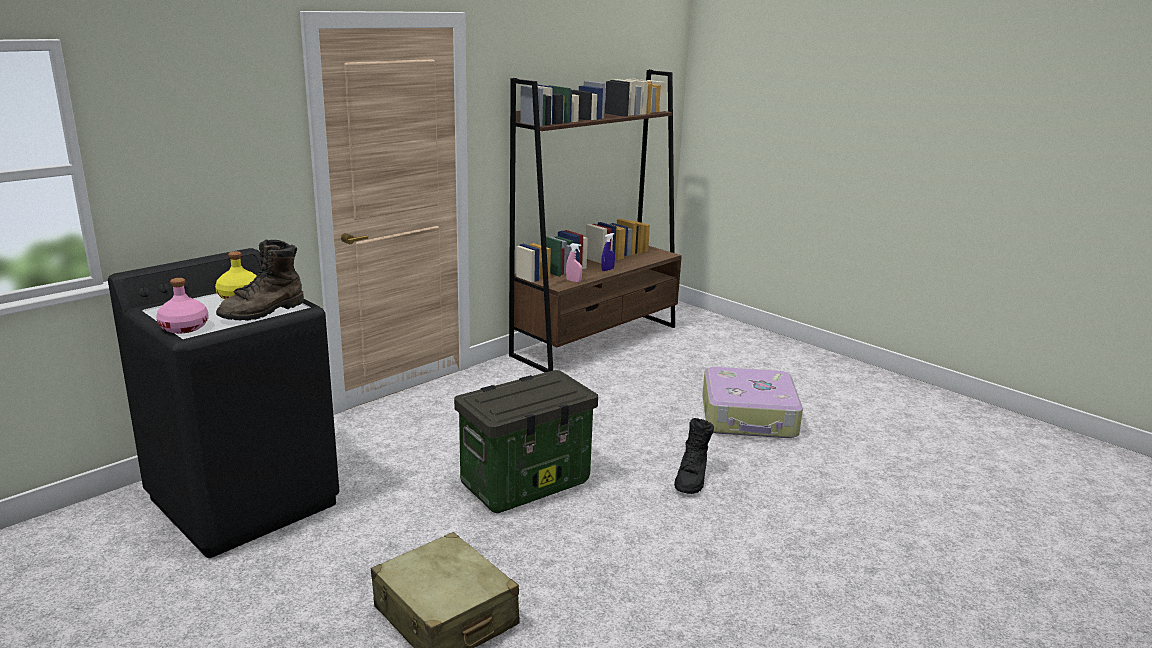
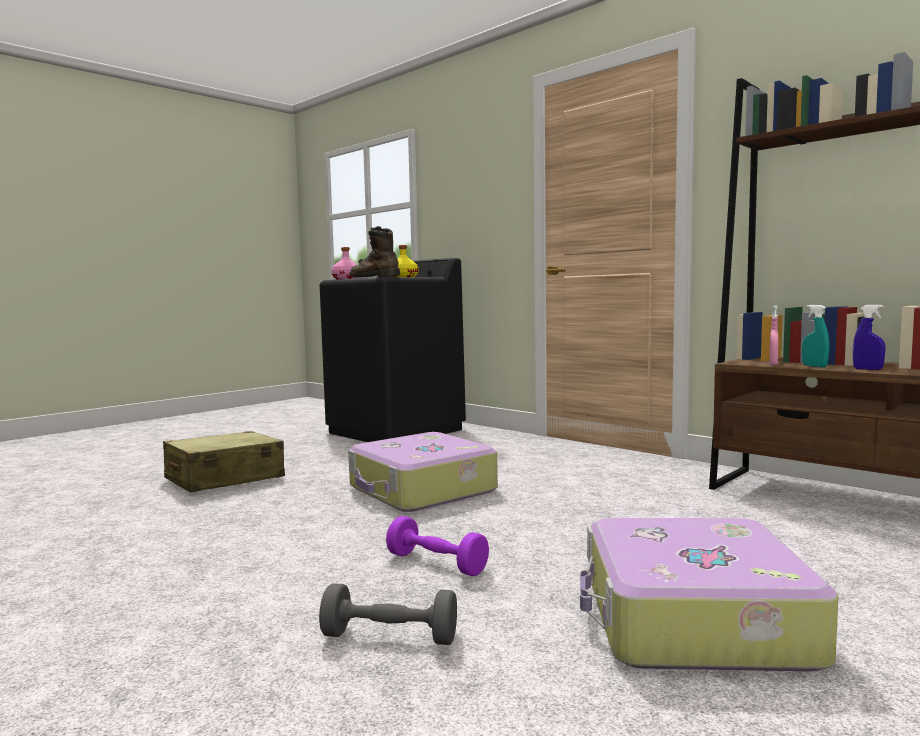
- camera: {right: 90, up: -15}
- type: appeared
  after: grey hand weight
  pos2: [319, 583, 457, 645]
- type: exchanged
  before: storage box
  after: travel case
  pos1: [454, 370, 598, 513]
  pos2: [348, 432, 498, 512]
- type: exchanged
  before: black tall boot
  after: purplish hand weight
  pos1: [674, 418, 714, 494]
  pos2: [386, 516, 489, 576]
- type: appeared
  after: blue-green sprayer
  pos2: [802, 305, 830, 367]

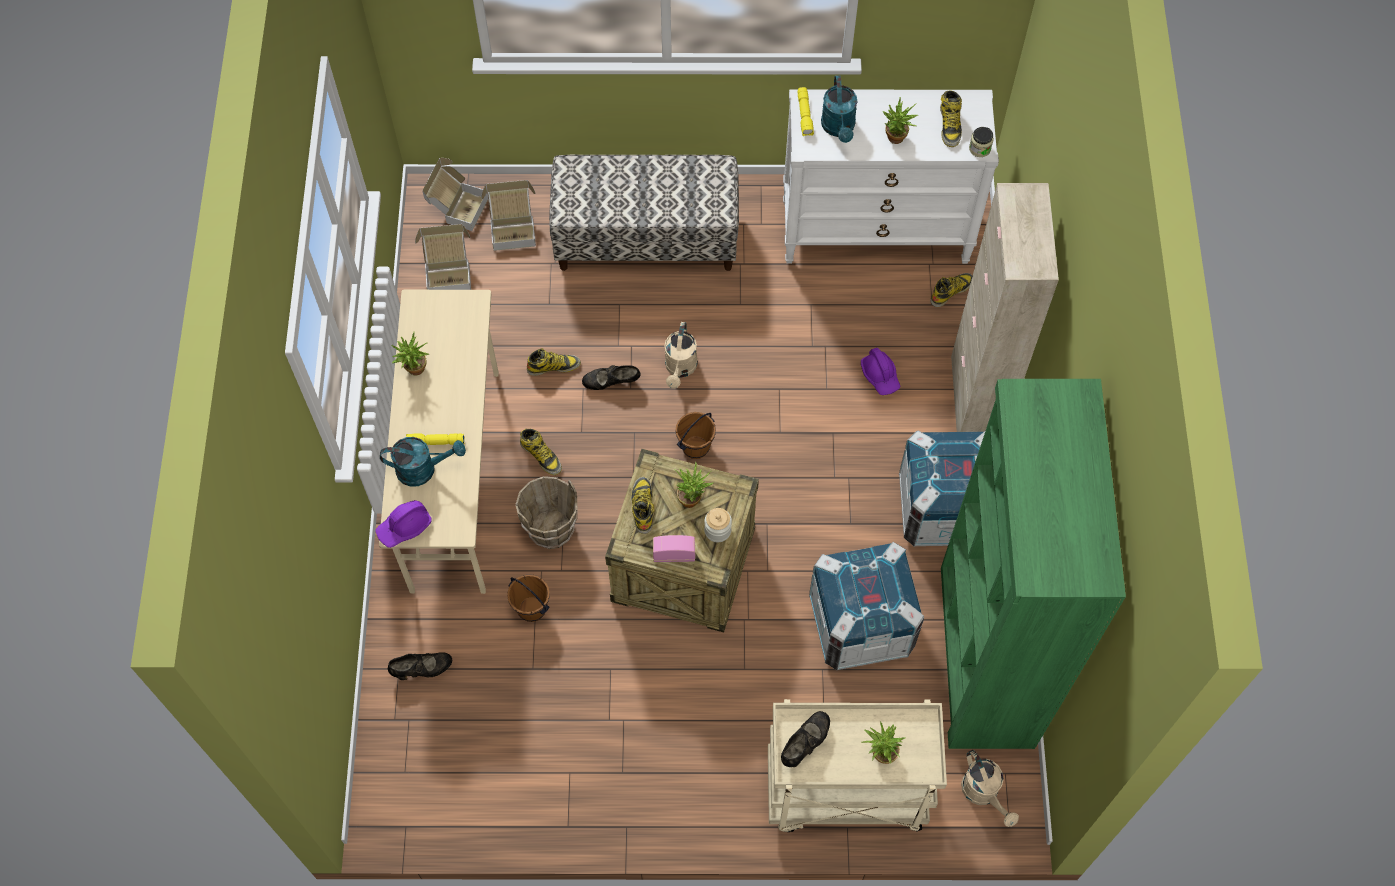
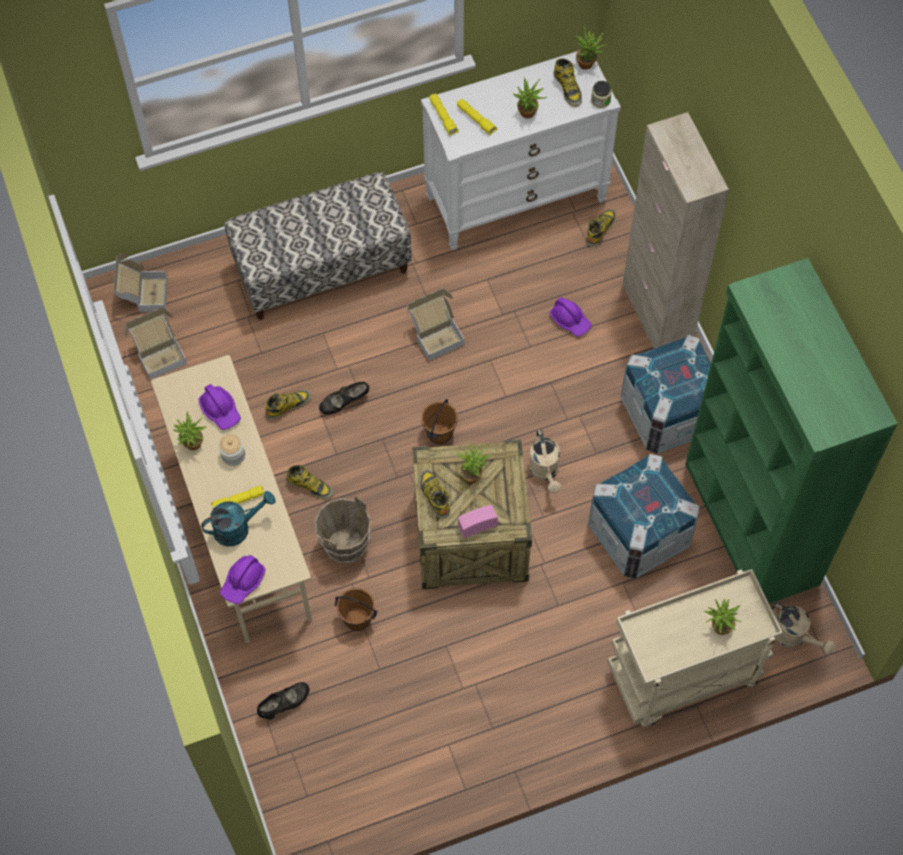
- camera: {right: -20, up: 0}
- type: appeared
  after: purplish work helmet
  pos2: [198, 384, 241, 430]
- type: relocated
  before: preserve jar
  pos1: [704, 508, 732, 542]
  pos2: [219, 434, 245, 466]
- type: relocated
  before: packing box
  pos1: [481, 180, 536, 251]
  pos2: [407, 288, 465, 361]
- type: exchanged
  before: blue-green watering can
  after: yellow-coloured flashlight
  pos1: [821, 75, 857, 143]
  pos2: [457, 99, 497, 135]
- type: relocated
  before: beige watering can
  pos1: [664, 322, 698, 389]
  pos2: [529, 430, 561, 493]
- type: appeared
  after: potted plant
  pos2: [576, 27, 607, 70]
- type: missing
  before: black low shoe
  pos1: [781, 711, 830, 767]

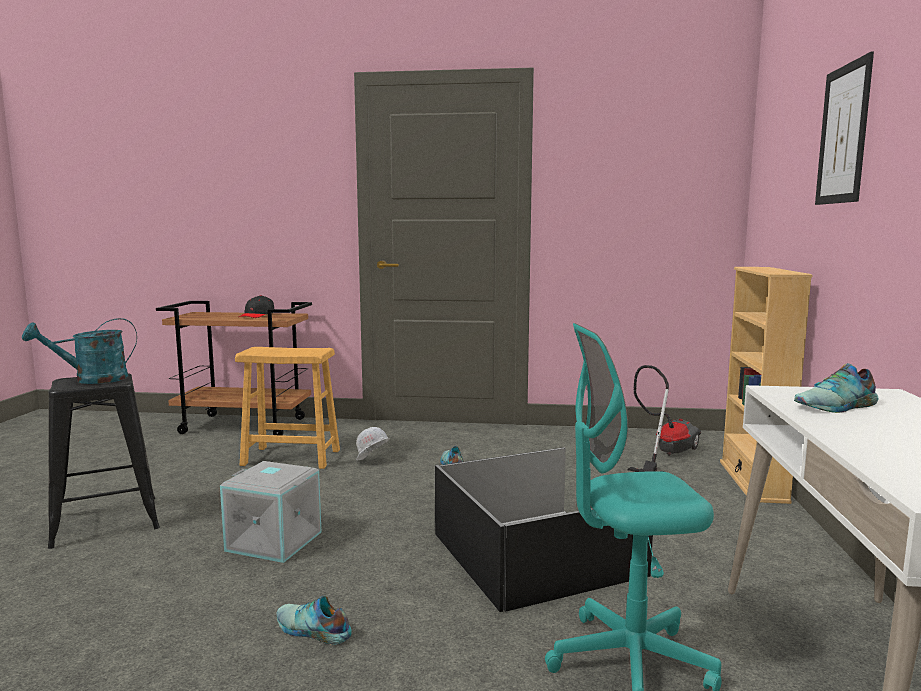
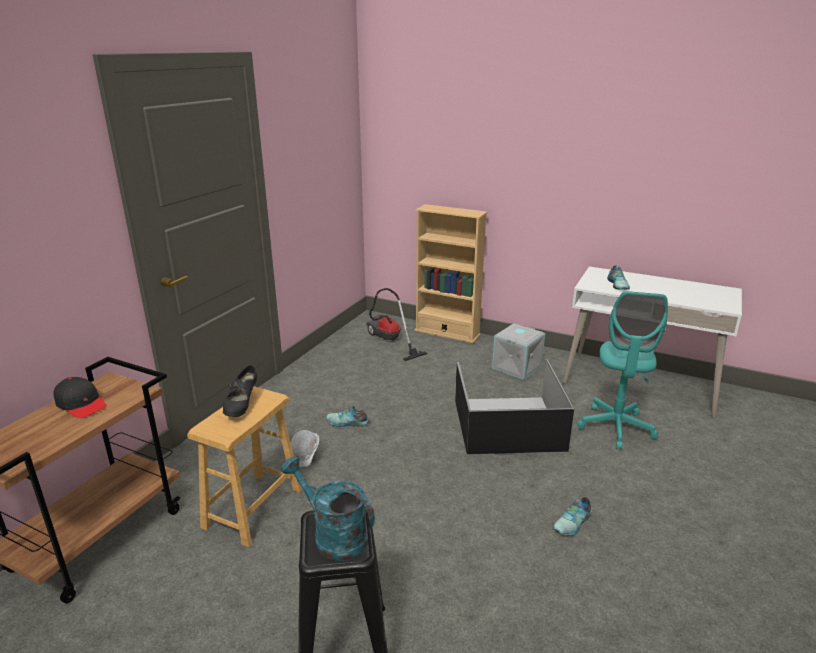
- camera: {right: -70, up: 15}
- type: appeared
  after: black low shoe
  pos2: [223, 365, 257, 417]
- type: spun
  before: blue-green watering can
  pos1: [22, 318, 137, 384]
  pos2: [281, 456, 375, 561]
  turn: 135
- type: relocated
  before: grey storage box
  pos1: [220, 461, 321, 563]
  pos2: [492, 323, 545, 380]
- type: missing
  before: wall picture
  pos1: [815, 51, 874, 205]

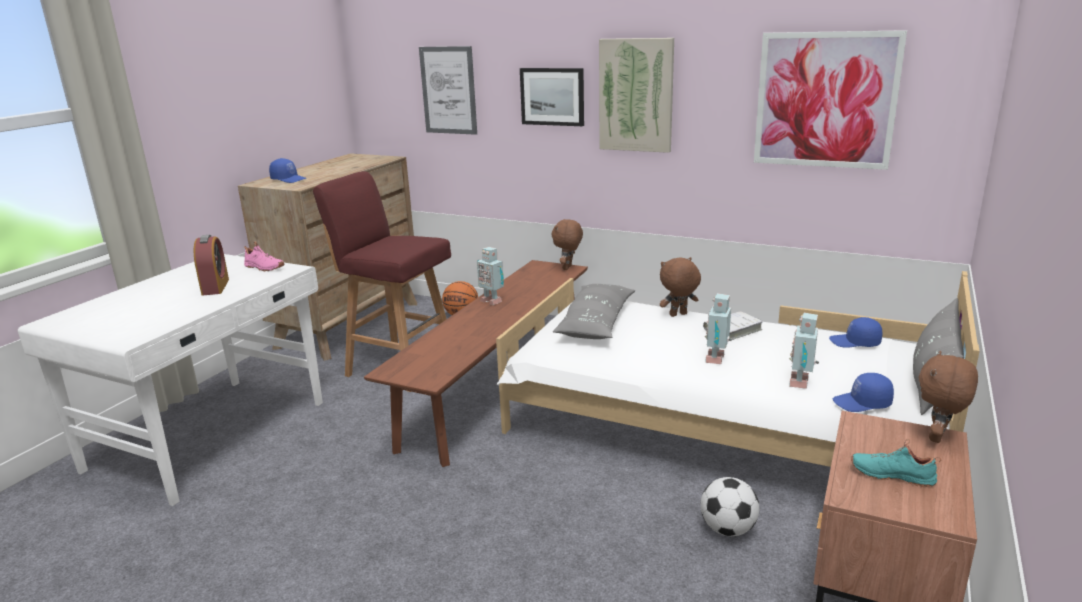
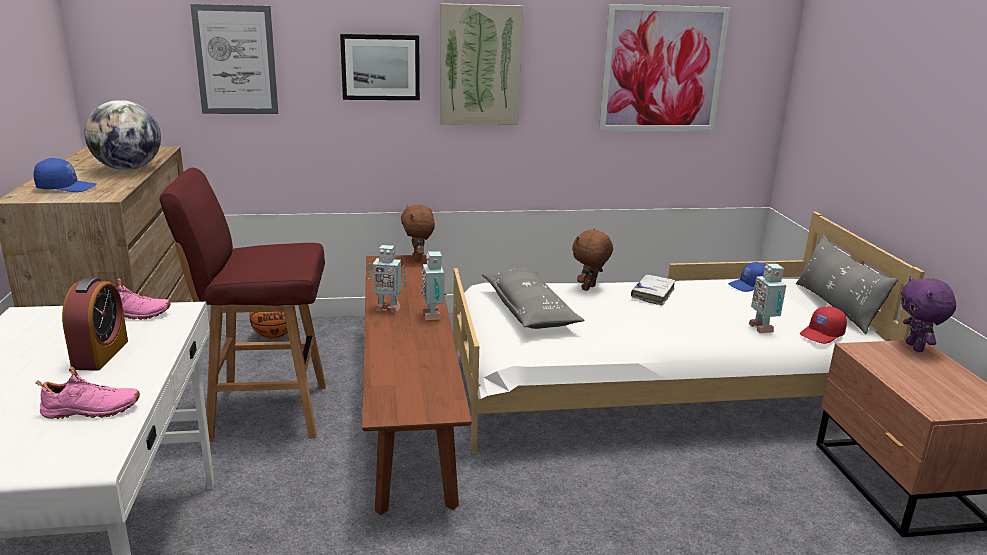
- camera: {right: -35, up: 0}
- type: appeared
  after: pink low shoe
  pos2: [36, 367, 140, 419]
- type: spun
  before: bedside clock
  pos1: [194, 235, 229, 296]
  pos2: [62, 278, 128, 371]
  turn: 45
- type: appeared
  after: desk globe
  pos2: [84, 100, 161, 170]
- type: relocated
  before: toy robot
  pos1: [705, 293, 732, 364]
  pos2: [421, 251, 447, 320]
- type: colour
  before: bluish baseball cap
  after: red baseball cap
  pos1: [833, 373, 894, 412]
  pos2: [800, 306, 847, 344]
- type: colour
  before: brownish plush toy
  after: purplish plush toy
  pos1: [919, 351, 978, 443]
  pos2: [901, 276, 956, 352]
- type: missing
  before: ball for football
  pos1: [700, 477, 759, 536]
- type: missing
  before: blue-green low shoe
  pos1: [851, 439, 941, 487]

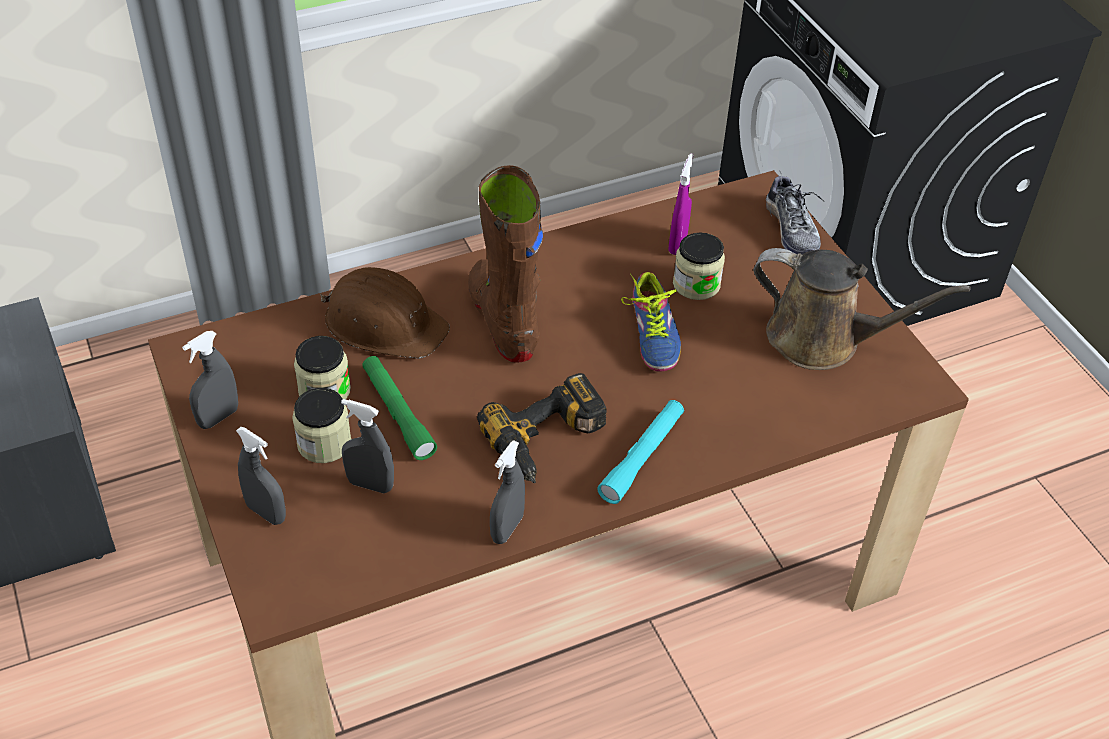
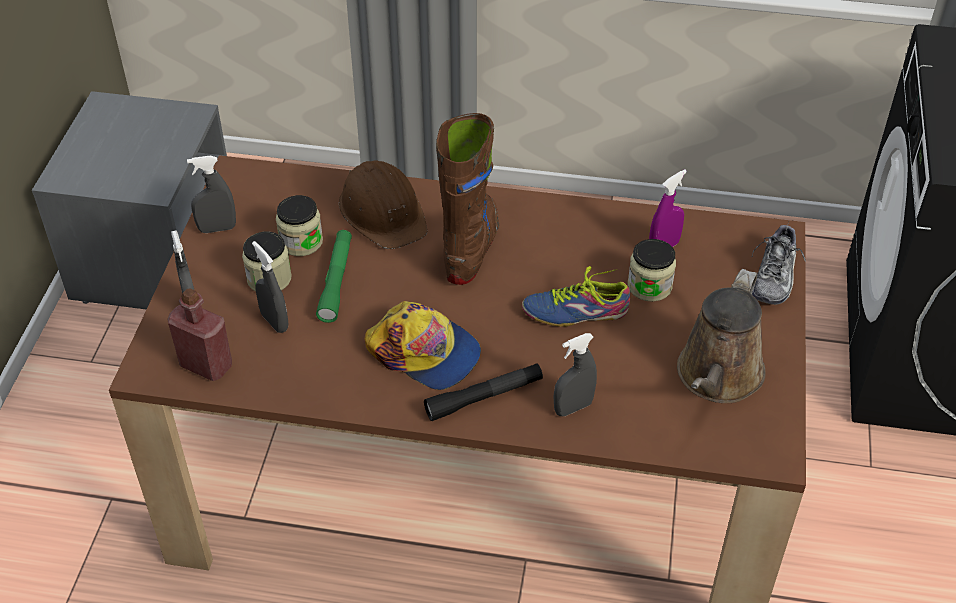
- camera: {right: 35, up: 0}
- type: appeared
  after: red beverage bottle
  pos2: [167, 288, 232, 381]
- type: exchanged
  before: electric drill
  after: baseball cap
  pos1: [477, 373, 607, 483]
  pos2: [364, 301, 481, 390]
- type: colour
  before: blue-green flashlight
  after: black flashlight
  pos1: [597, 400, 684, 504]
  pos2: [424, 363, 543, 421]
- type: spun
  before: low shoe
  pos1: [621, 272, 681, 372]
  pos2: [522, 266, 630, 327]
  turn: 60
- type: relocated
  before: grey sprayer
  pos1: [490, 440, 525, 544]
  pos2: [553, 333, 597, 416]
- type: spun
  before: brownish watering can
  pos1: [754, 248, 970, 370]
  pos2: [677, 269, 766, 403]
  turn: 60

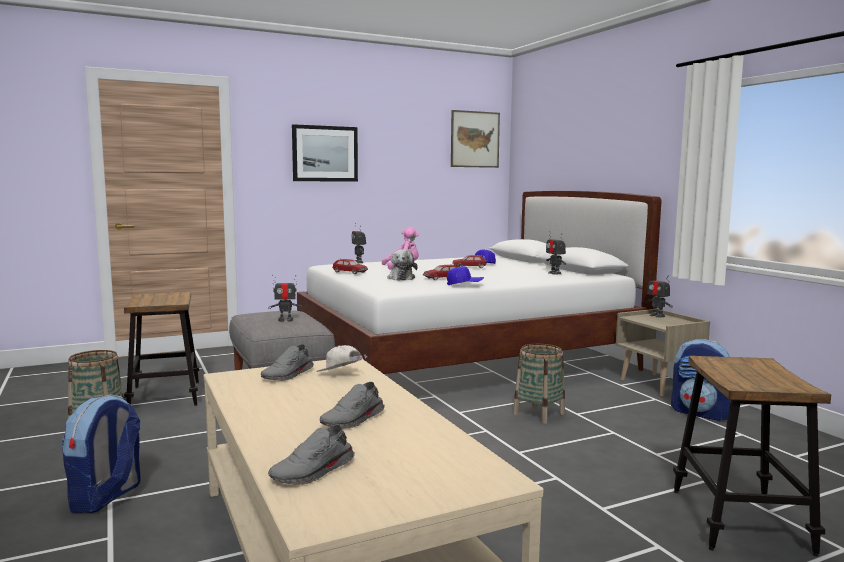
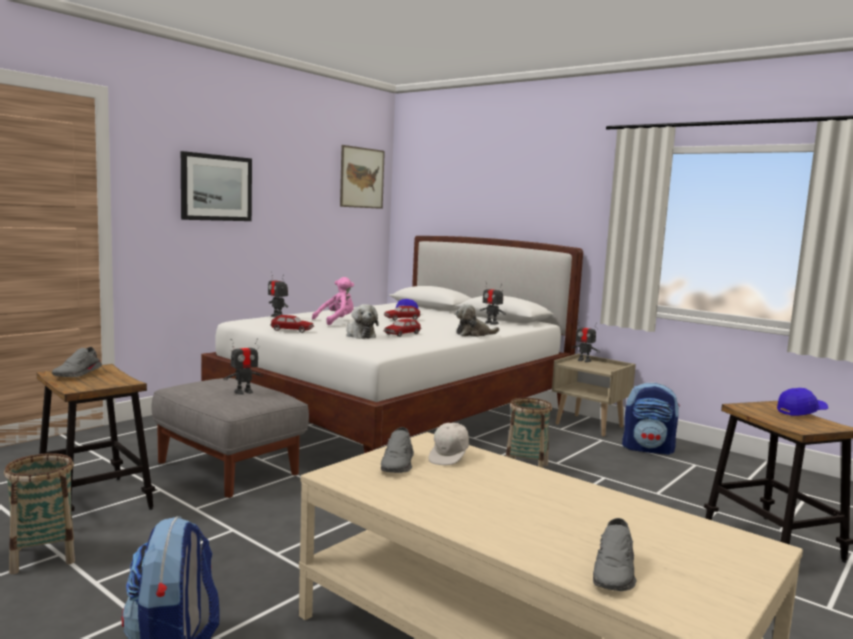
- camera: {right: -25, up: 0}
- type: relocated
  before: grey low shoe
  pos1: [320, 382, 385, 429]
  pos2: [52, 347, 102, 377]
- type: spun
  before: white-coloured baseball cap
  pos1: [317, 345, 367, 372]
  pos2: [428, 422, 469, 465]
  turn: -75
- type: appeared
  after: plush toy
  pos2: [455, 304, 499, 337]
- type: relocated
  before: bluish baseball cap
  pos1: [447, 266, 484, 285]
  pos2: [777, 388, 828, 416]

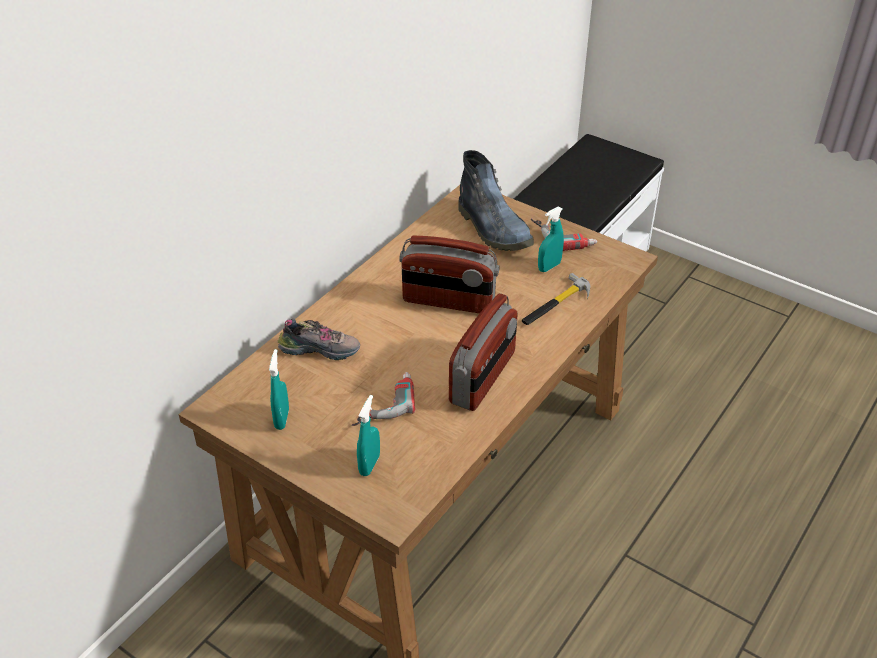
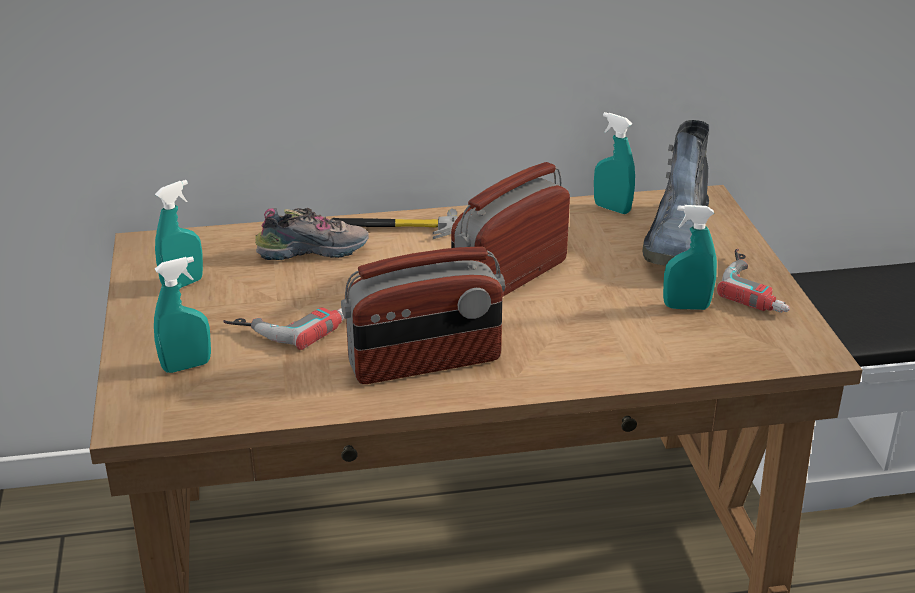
- camera: {right: 45, up: -10}
- type: spun
  before: low shoe
  pos1: [278, 319, 360, 360]
  pos2: [255, 208, 369, 260]
  turn: -60
- type: relocated
  before: tool hammer
  pos1: [522, 273, 590, 325]
  pos2: [331, 208, 458, 239]
- type: spun
  before: radio receiver
  pos1: [399, 235, 500, 313]
  pos2: [451, 162, 570, 296]
  turn: 75
- type: appeared
  after: blue-green sprayer
  pos2: [594, 112, 635, 214]

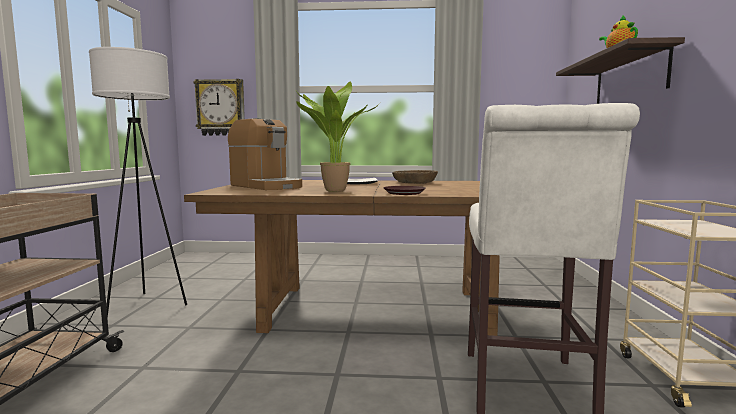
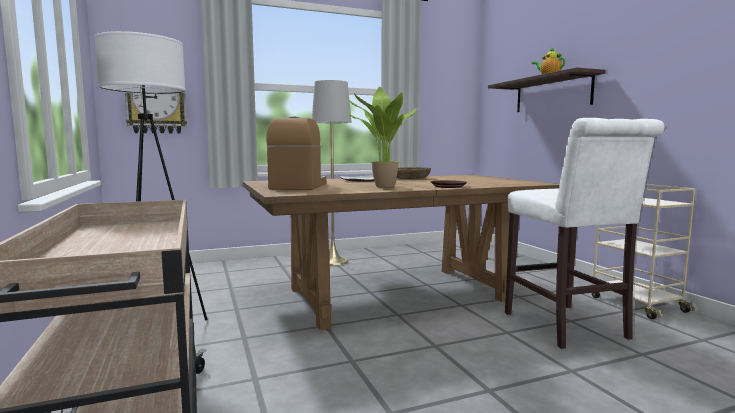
- camera: {right: -25, up: 0}
- type: spun
  before: coffee maker
  pos1: [228, 118, 302, 190]
  pos2: [266, 117, 326, 190]
  turn: -105
- type: appeared
  after: grey standing lamp
  pos2: [312, 80, 352, 266]

